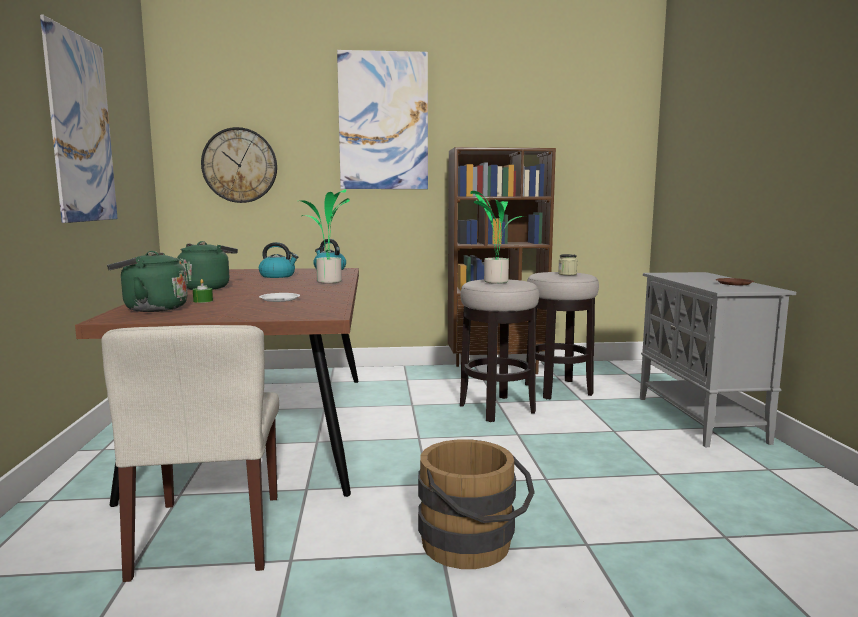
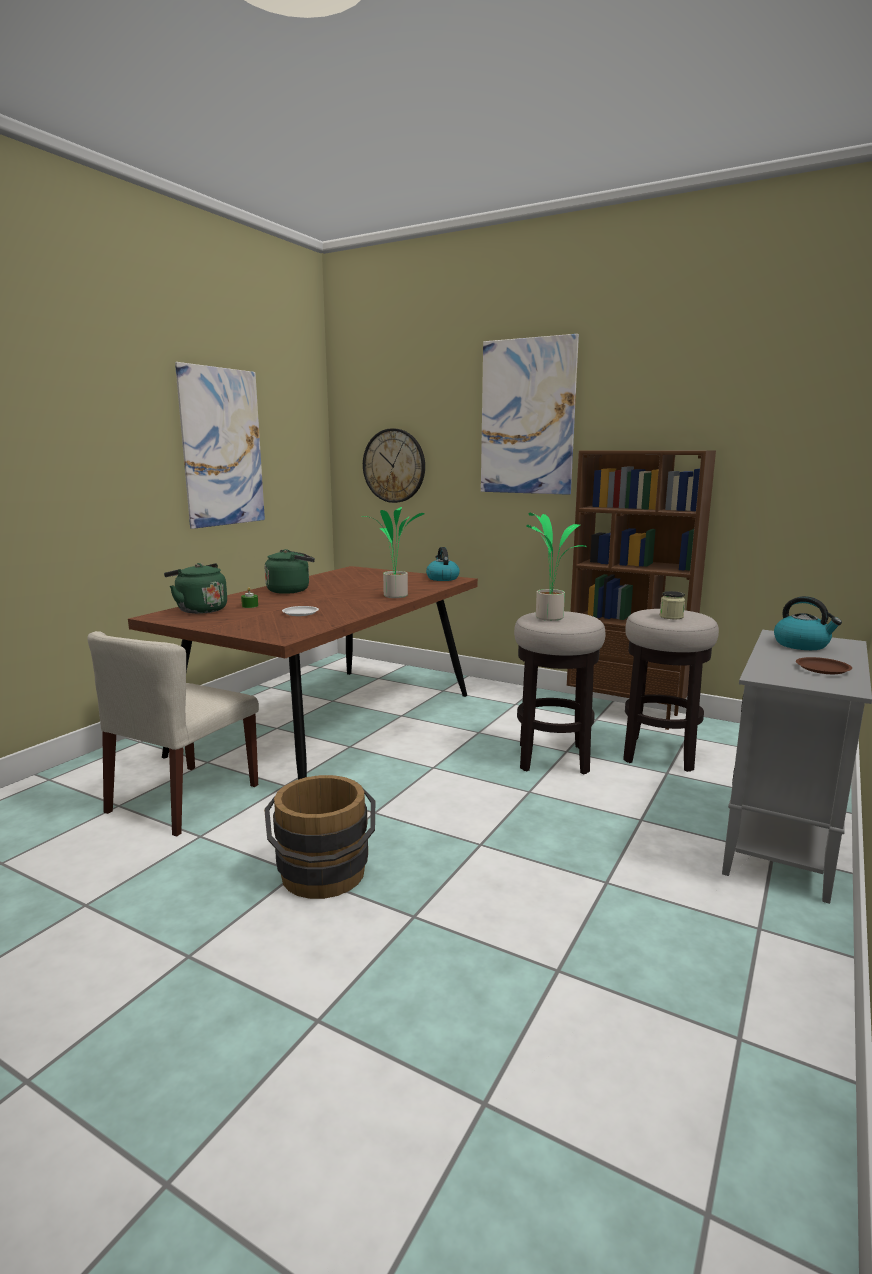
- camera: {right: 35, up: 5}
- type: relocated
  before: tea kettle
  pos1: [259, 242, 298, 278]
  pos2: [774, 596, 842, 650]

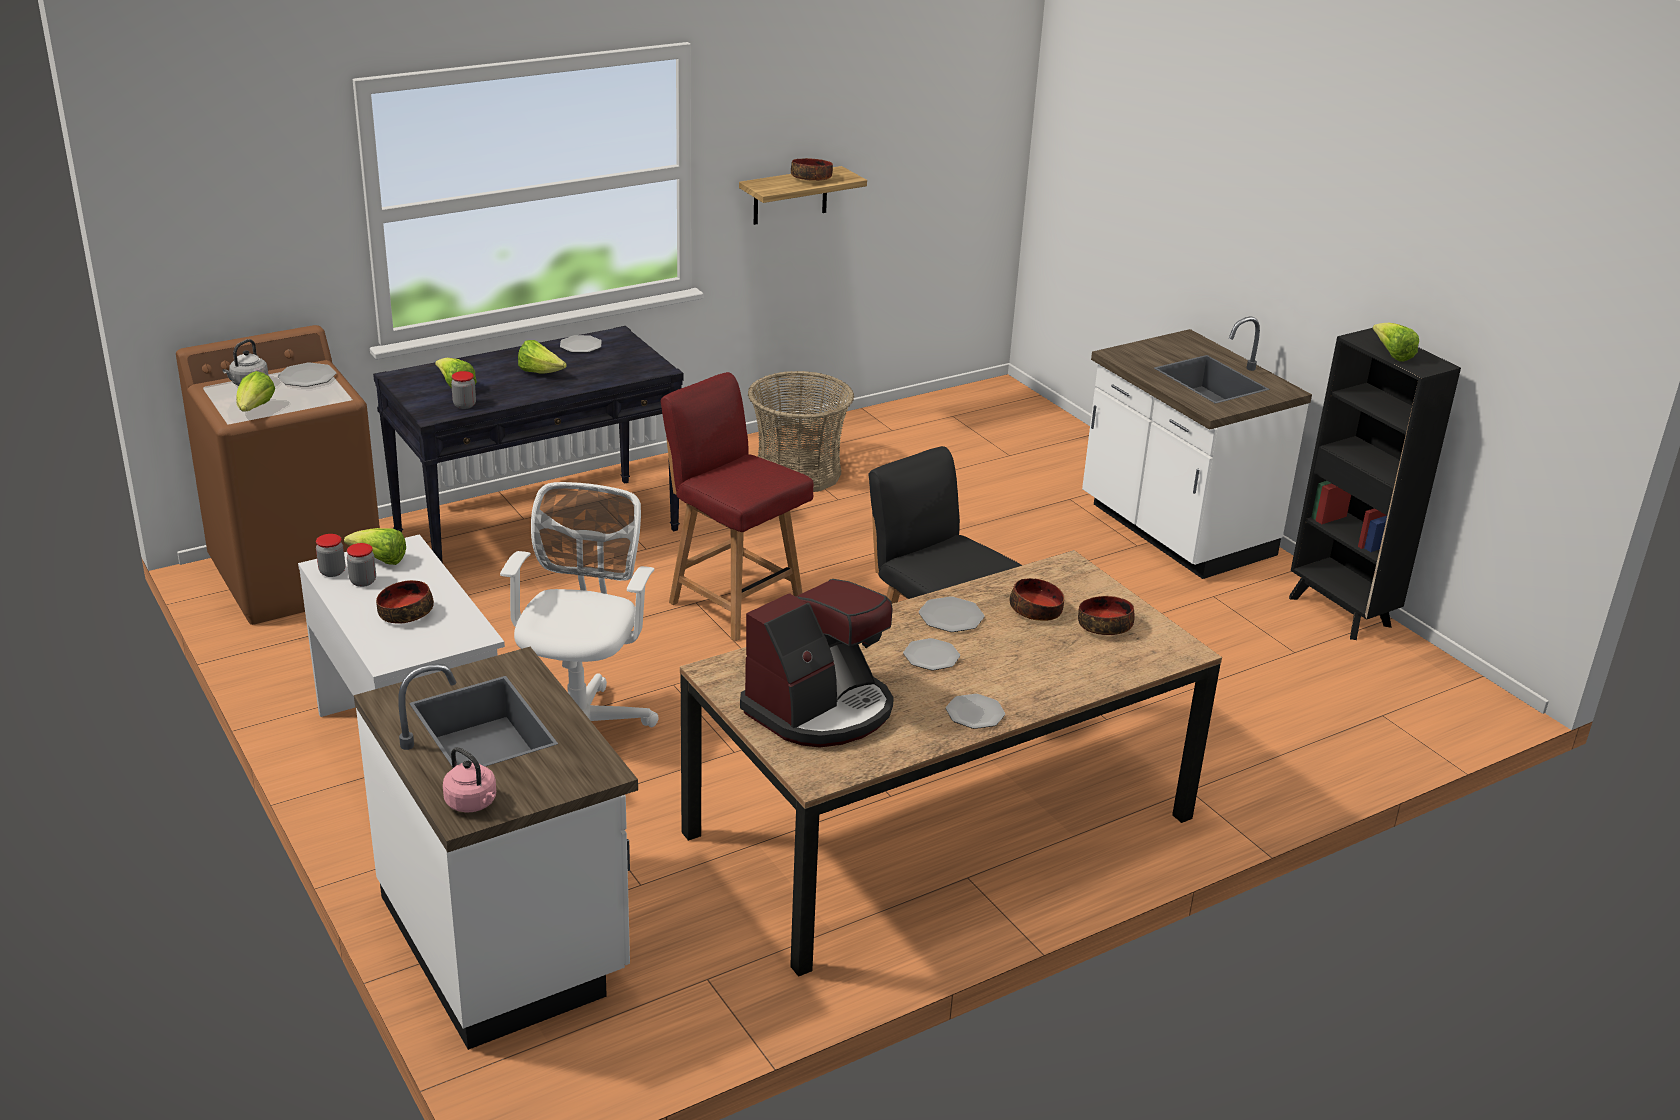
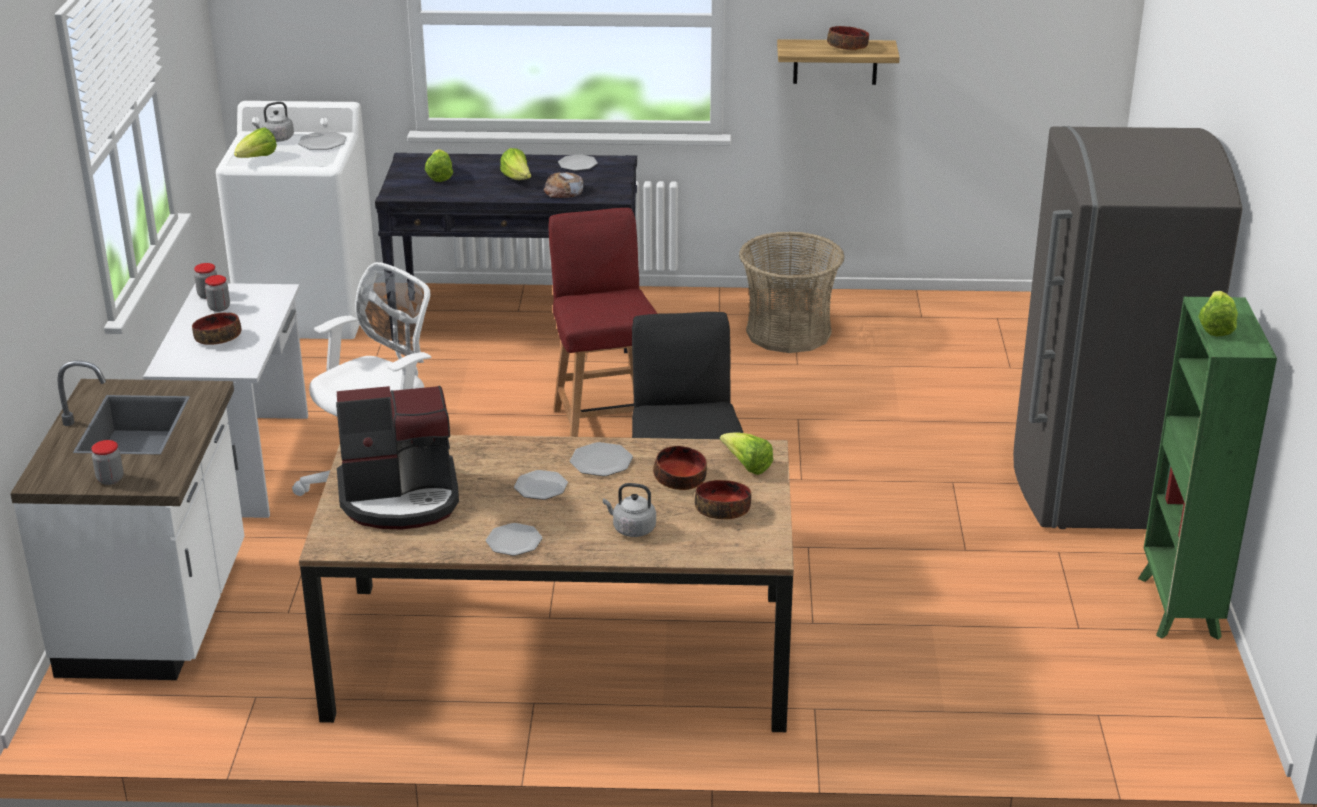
- camera: {right: 35, up: 0}
- type: relocated
  before: preserve jar
  pos1: [451, 371, 476, 409]
  pos2: [91, 440, 123, 485]
- type: colour
  before: brownish laundry appliance
  after: white-coloured laundry appliance
  pos1: [176, 325, 380, 625]
  pos2: [216, 101, 377, 339]
- type: appeared
  after: baked bread
  pos2: [544, 172, 583, 198]
- type: appeared
  after: grey tea kettle
  pos2: [603, 483, 656, 537]
- type: relocated
  before: lettuce
  pos1: [344, 528, 406, 565]
  pos2: [720, 432, 773, 475]
- type: exchanged
  before: white-coloured counter
  after: grey kitchen fridge
  pos1: [1082, 317, 1312, 579]
  pos2: [1013, 126, 1243, 529]
- type: colour
  before: black bookshelf
  after: green-coloured bookshelf
  pos1: [1289, 328, 1461, 640]
  pos2: [1138, 297, 1277, 640]
- type: missing
  before: pink tea kettle
  pos1: [443, 747, 496, 812]

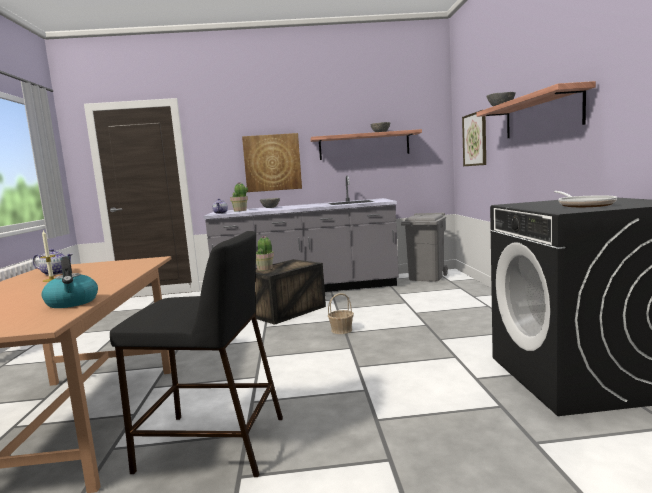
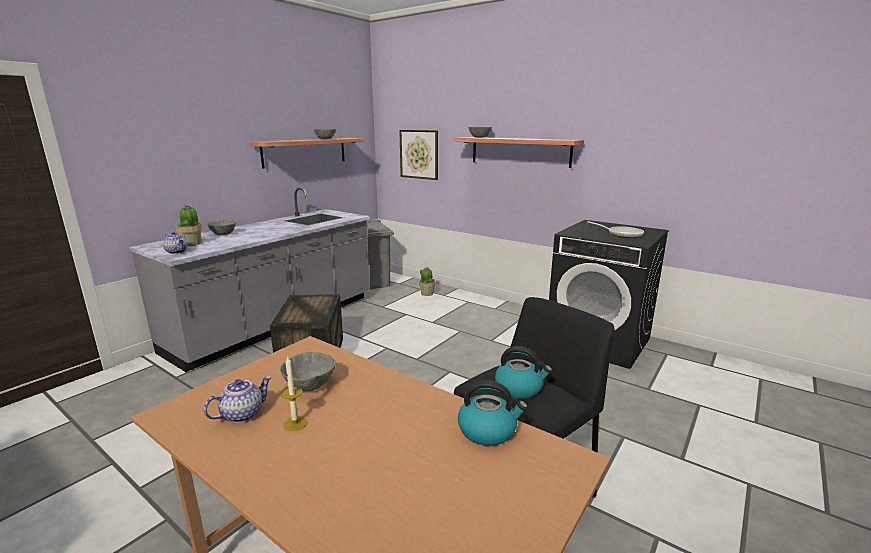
- camera: {right: -50, up: 10}
- type: appeared
  after: grey serving bowl
  pos2: [280, 352, 336, 391]
- type: relocated
  before: potted plant
  pos1: [256, 236, 274, 271]
  pos2: [419, 267, 435, 296]
- type: appeared
  after: tea kettle
  pos2: [495, 346, 552, 399]
- type: missing
  before: wall picture
  pos1: [242, 133, 302, 192]
- type: missing
  before: basket
  pos1: [328, 293, 354, 334]

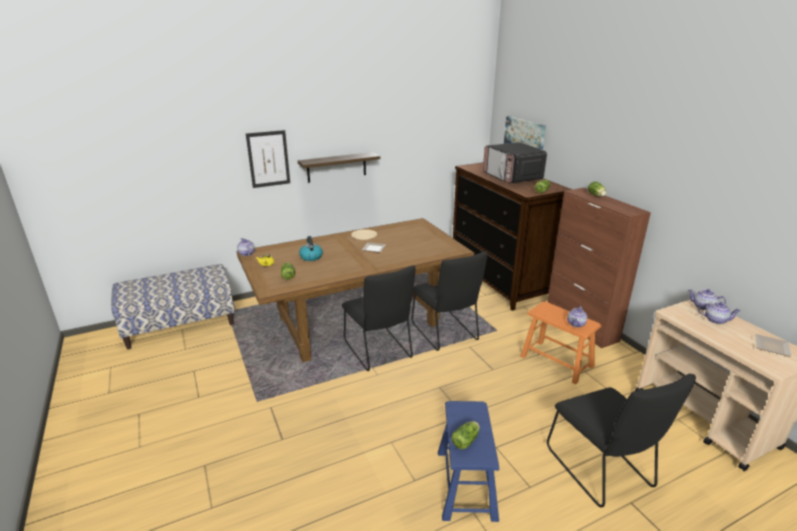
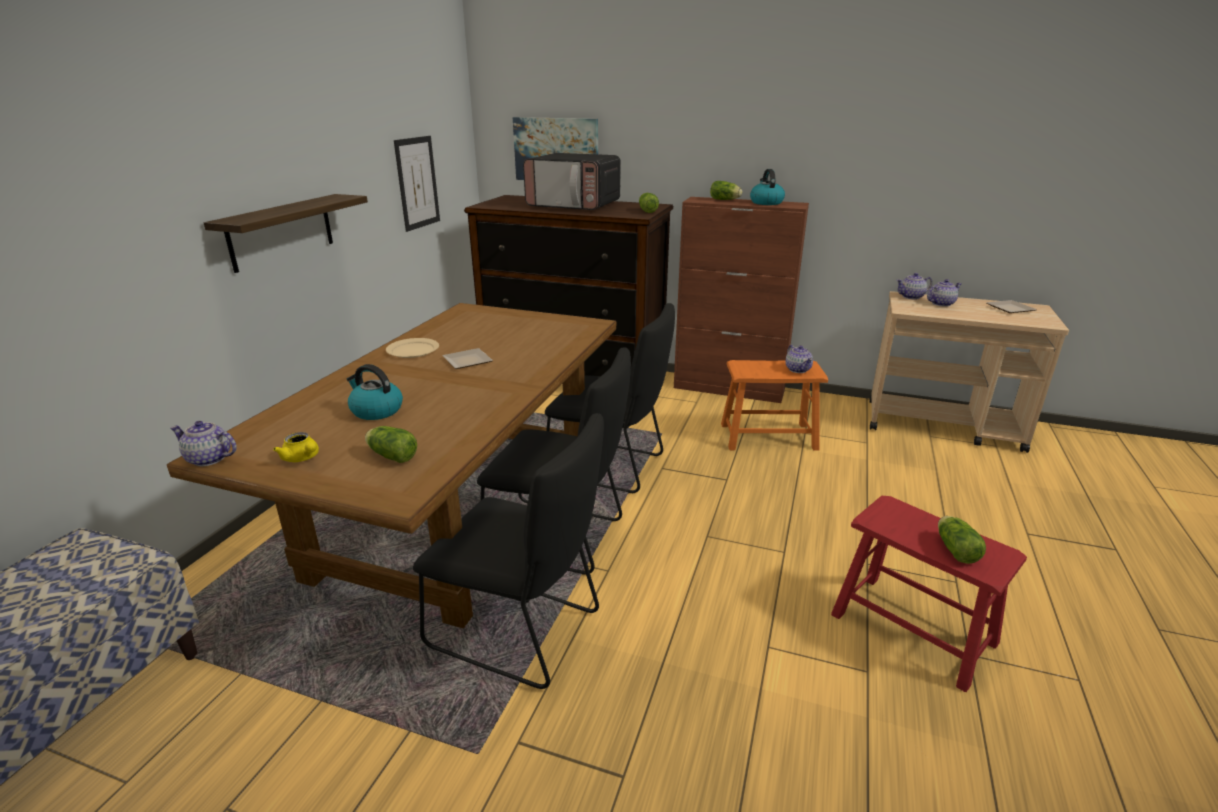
- camera: {right: -45, up: 0}
- type: relocated
  before: wall picture
  pos1: [246, 130, 290, 188]
  pos2: [394, 136, 440, 232]
- type: relocated
  before: black chair
  pos1: [547, 374, 696, 508]
  pos2: [413, 413, 604, 689]
- type: appeared
  after: tea kettle
  pos2: [750, 169, 785, 205]
- type: colour
  before: bluish stool
  after: red stool
  pos1: [438, 401, 499, 522]
  pos2: [831, 496, 1027, 692]

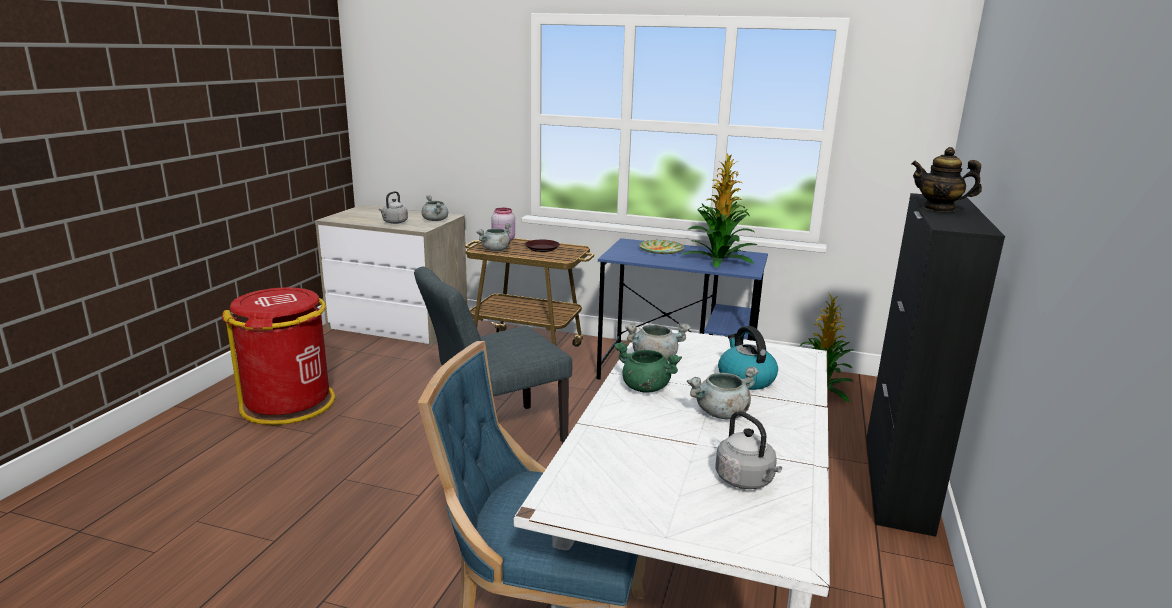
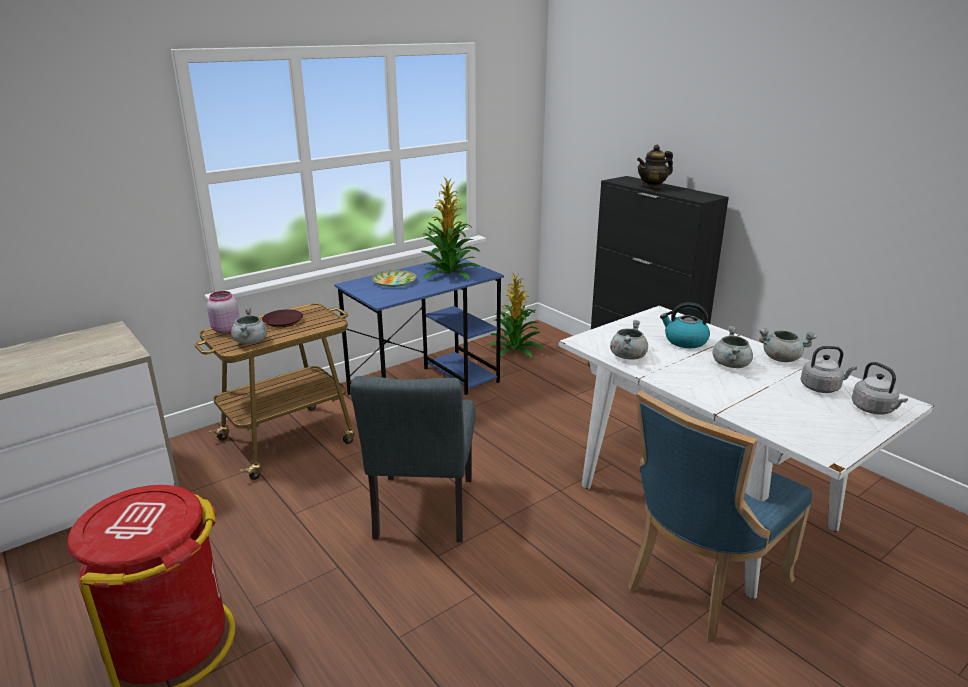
- camera: {right: -55, up: 5}
- type: relocated
  before: grey cooking pot
  pos1: [421, 195, 448, 221]
  pos2: [759, 328, 817, 362]
- type: relocated
  before: grey tea kettle
  pos1: [379, 191, 408, 224]
  pos2: [852, 362, 908, 415]
- type: missing
  before: green-coloured cooking pot
  pos1: [614, 342, 682, 393]

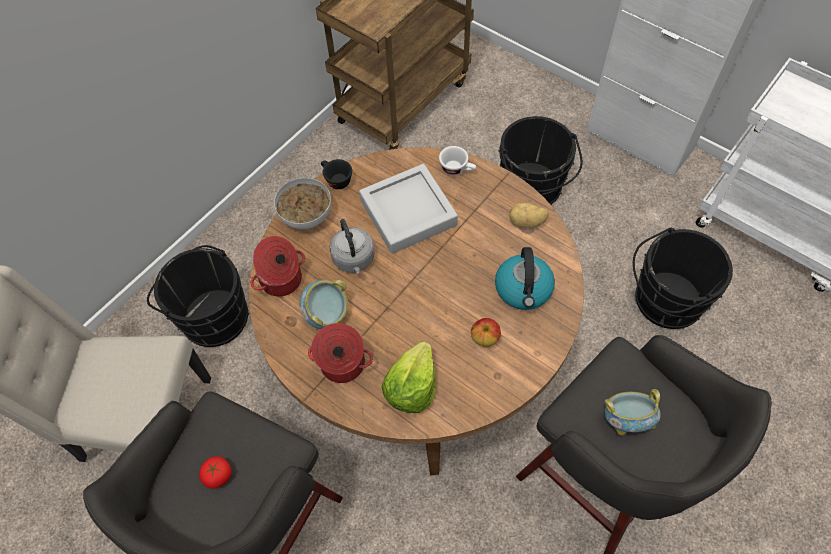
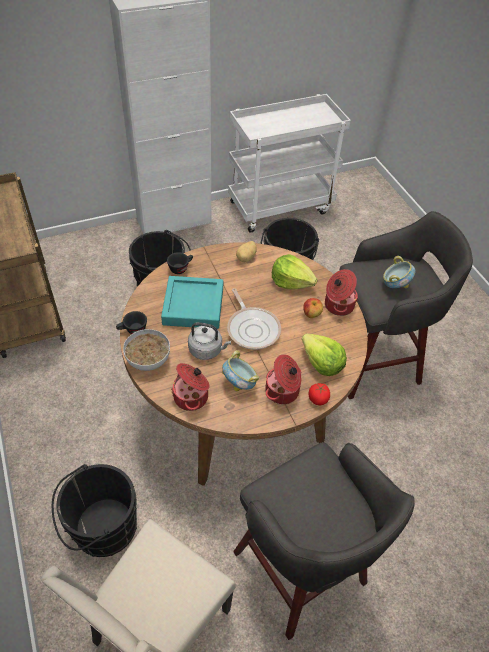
- camera: {right: -65, up: -10}
- type: colour
  before: grey tray
  after: blue-green tray
  pos1: [359, 164, 458, 254]
  pos2: [161, 276, 223, 329]
- type: colour
  before: white-coloured drinking cup
  after: black drinking cup
  pos1: [439, 146, 476, 176]
  pos2: [167, 252, 193, 274]
- type: appeared
  after: skillet
  pos2: [227, 288, 281, 350]
- type: exchanged
  before: tea kettle
  after: lettuce
  pos1: [495, 247, 555, 310]
  pos2: [272, 254, 318, 290]
- type: relocated
  before: whole tomato
  pos1: [199, 456, 232, 489]
  pos2: [309, 383, 330, 405]
- type: appeared
  after: cooking pot
  pos2: [325, 269, 358, 316]

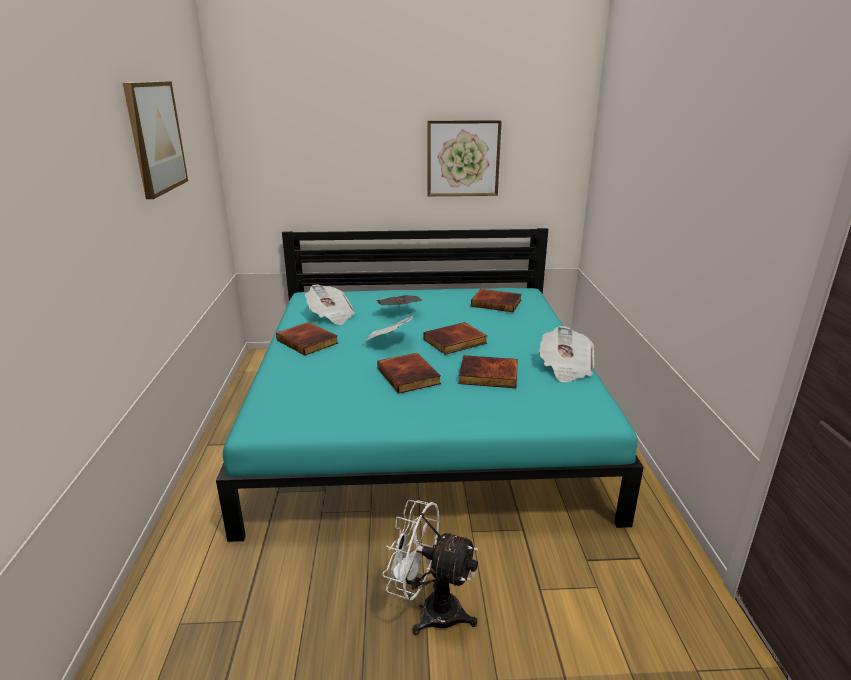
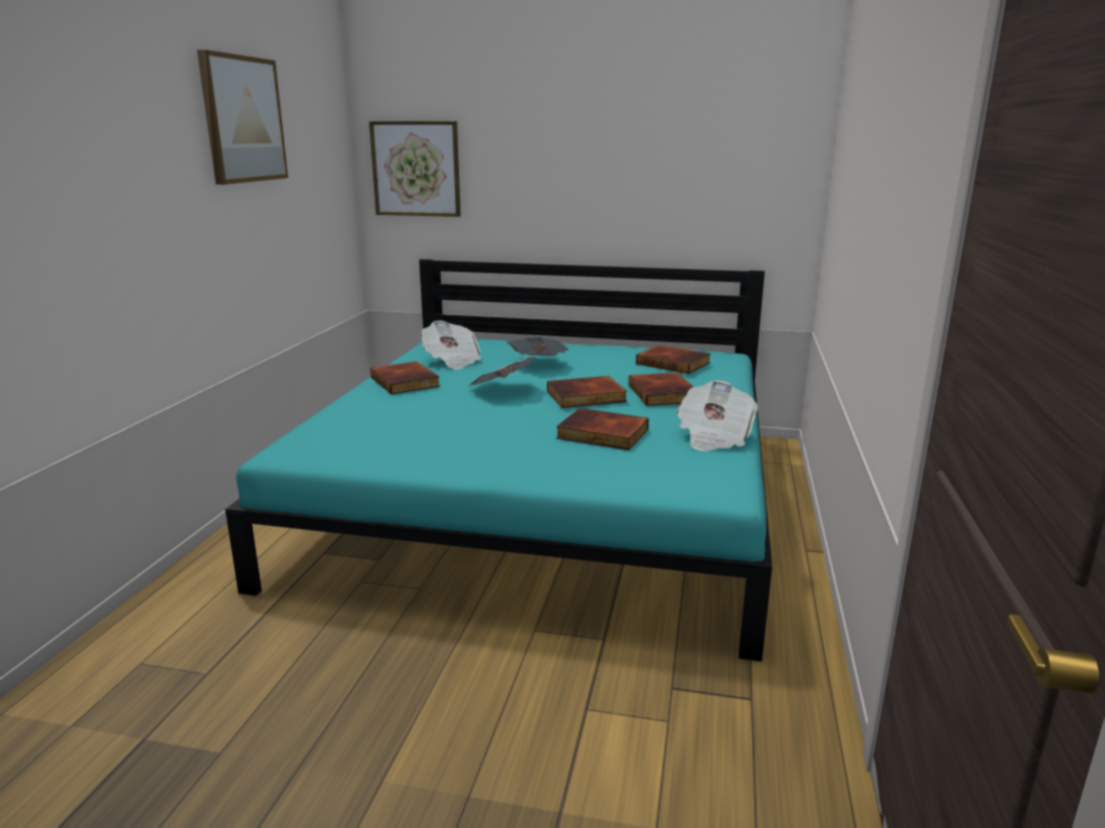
- camera: {right: 15, up: -5}
- type: relocated
  before: wall picture
  pos1: [427, 120, 502, 196]
  pos2: [369, 121, 461, 217]
- type: relocated
  before: volume
  pos1: [377, 353, 441, 394]
  pos2: [628, 372, 694, 406]
- type: missing
  before: white-coloured cooling fan
  pos1: [382, 500, 478, 635]

